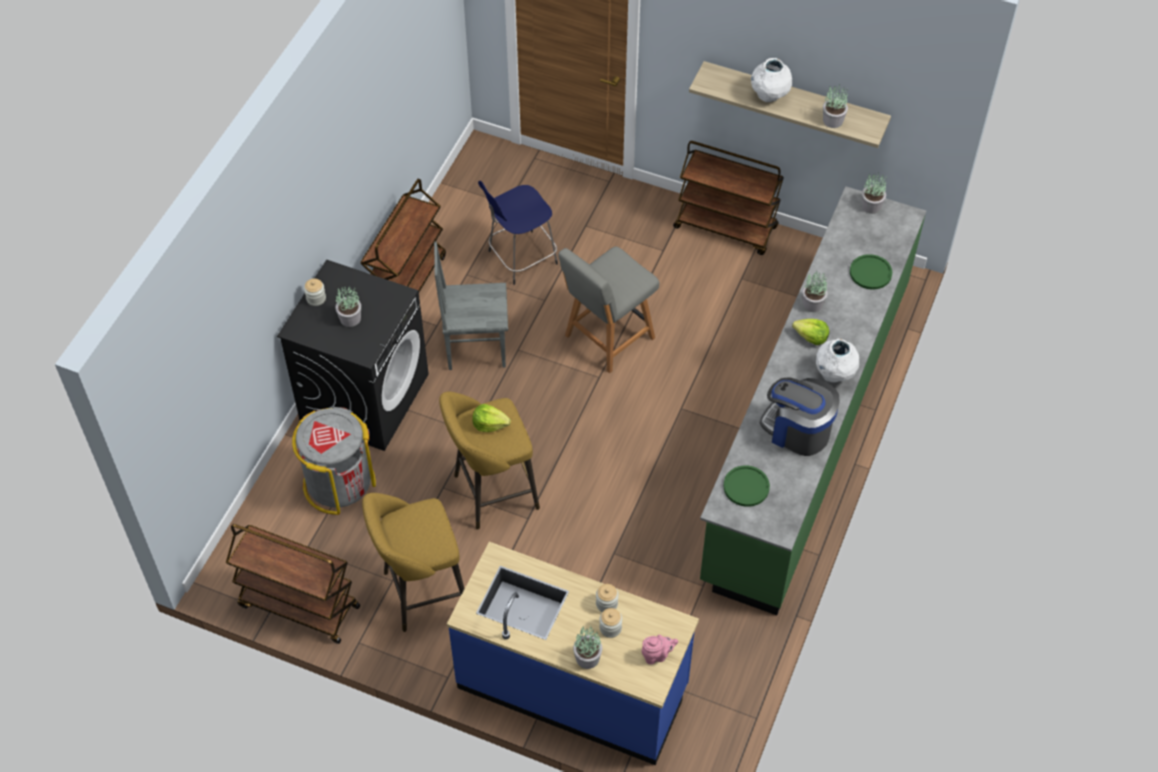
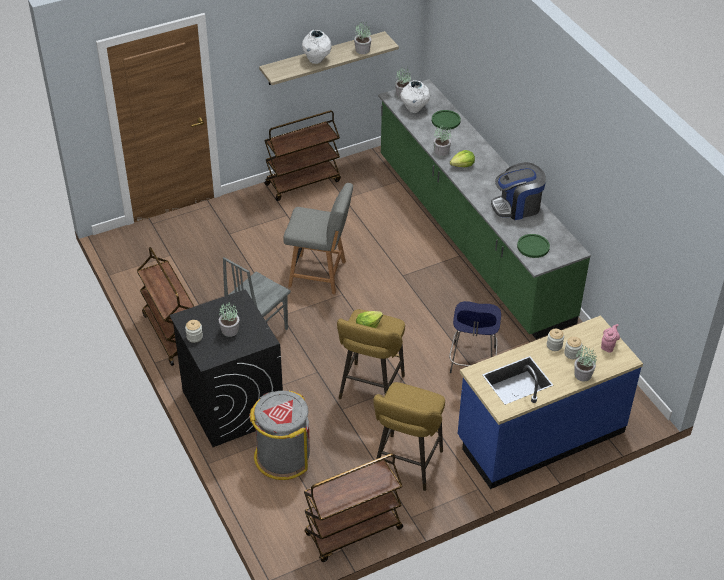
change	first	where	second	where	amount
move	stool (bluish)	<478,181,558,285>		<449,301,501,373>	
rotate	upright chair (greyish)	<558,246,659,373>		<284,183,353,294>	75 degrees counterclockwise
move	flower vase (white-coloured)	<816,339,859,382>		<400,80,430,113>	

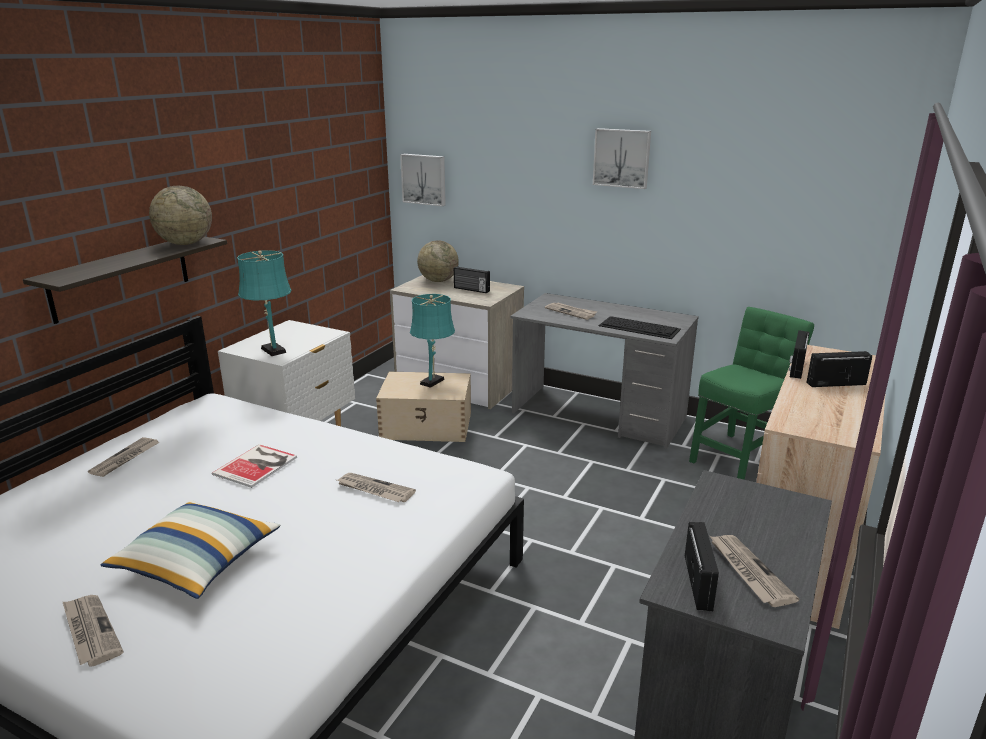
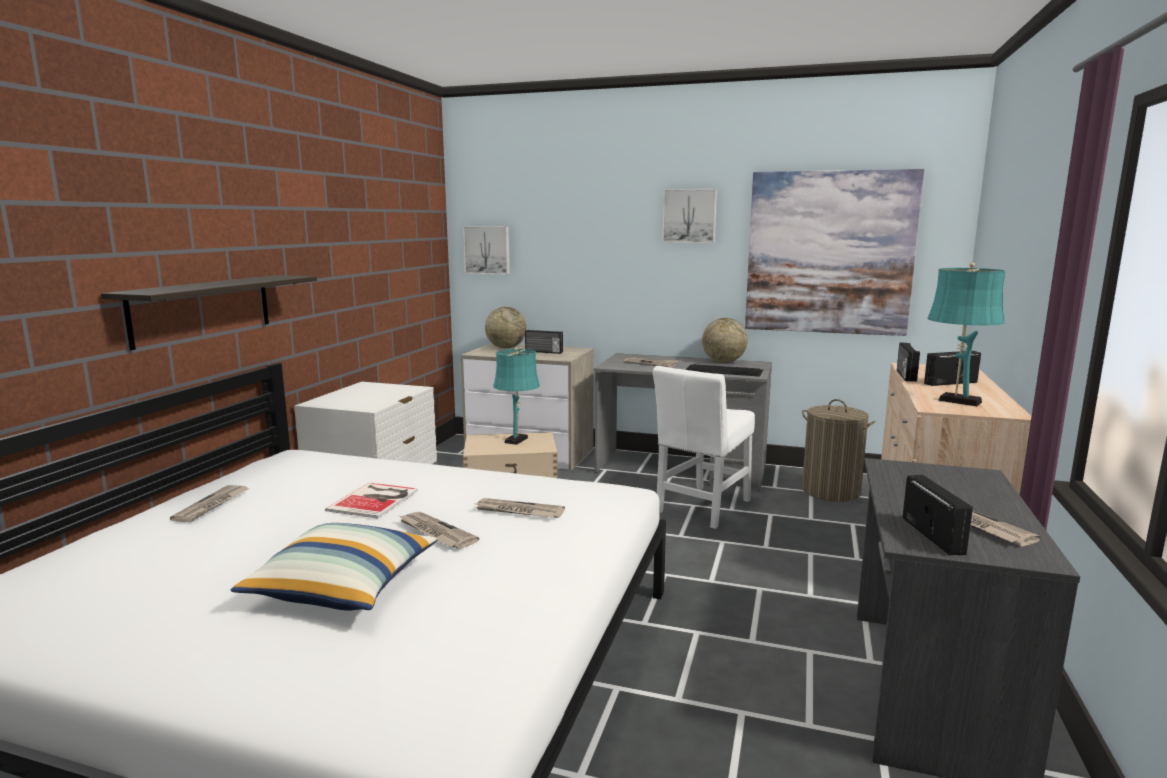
change	first	where	second	where	amount
move	desk globe	<149,186,212,245>		<702,318,748,363>	
move	table lamp (blue-green)	<237,250,292,356>		<927,262,1005,406>	
replace	upright chair (greenish)	<689,307,814,480>	washing basket	<802,399,876,502>	
move	printed paper	<63,595,123,667>		<399,512,479,549>	
insert			wall picture	<745,169,924,336>	
insert			upright chair (white-coloured)	<653,366,755,529>	

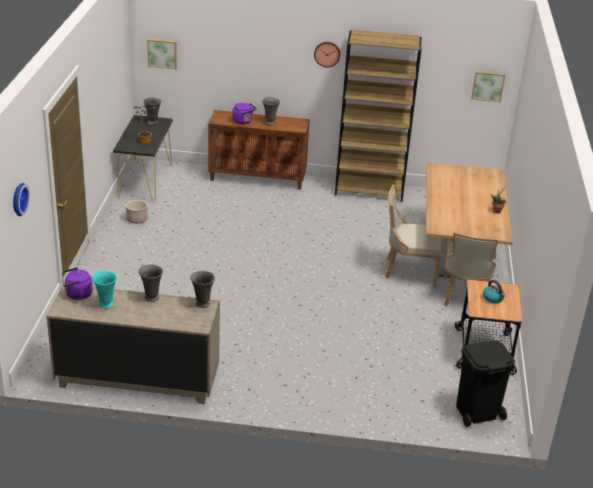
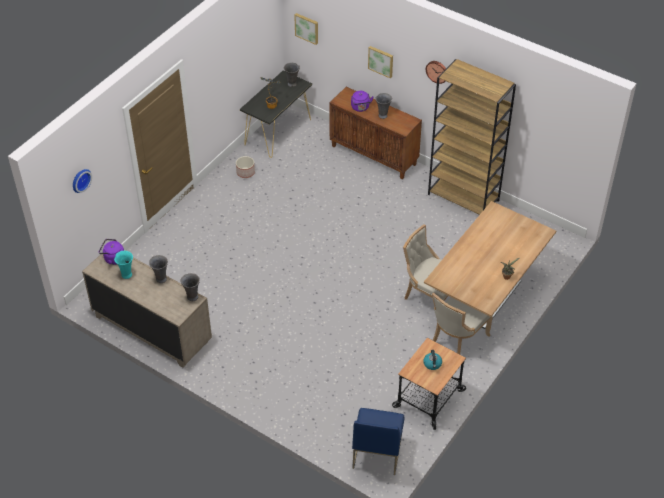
change	first	where	second	where	amount
move	wall picture	<471,71,505,102>		<368,46,393,78>	
replace	waste bin (black-coloured)	<456,340,515,427>	upright chair (bluish)	<352,408,405,475>	

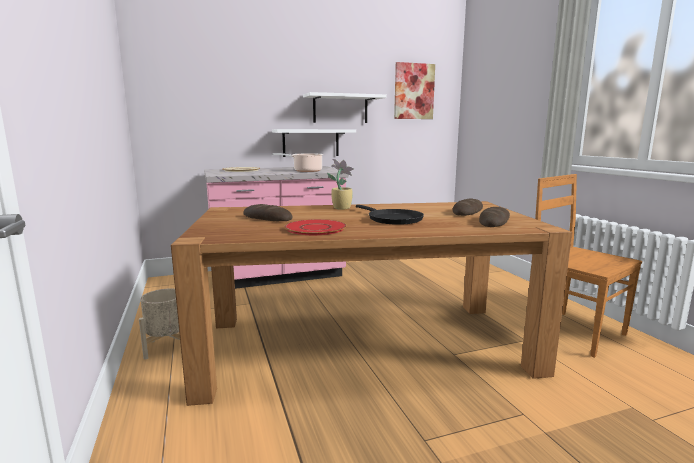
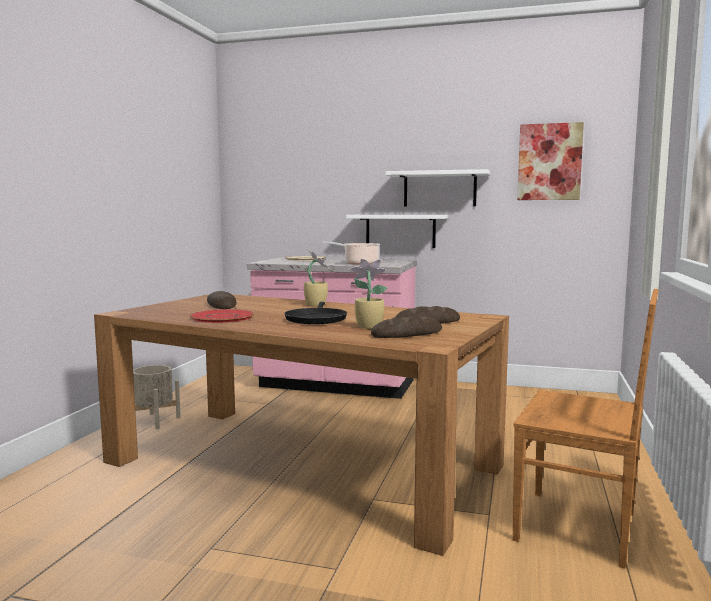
change	first	where	second	where	amount
rotate	upright chair (brown-coloured)	<535,174,642,358>		<513,289,658,568>	120 degrees clockwise
insert			houseplant	<349,259,388,329>	

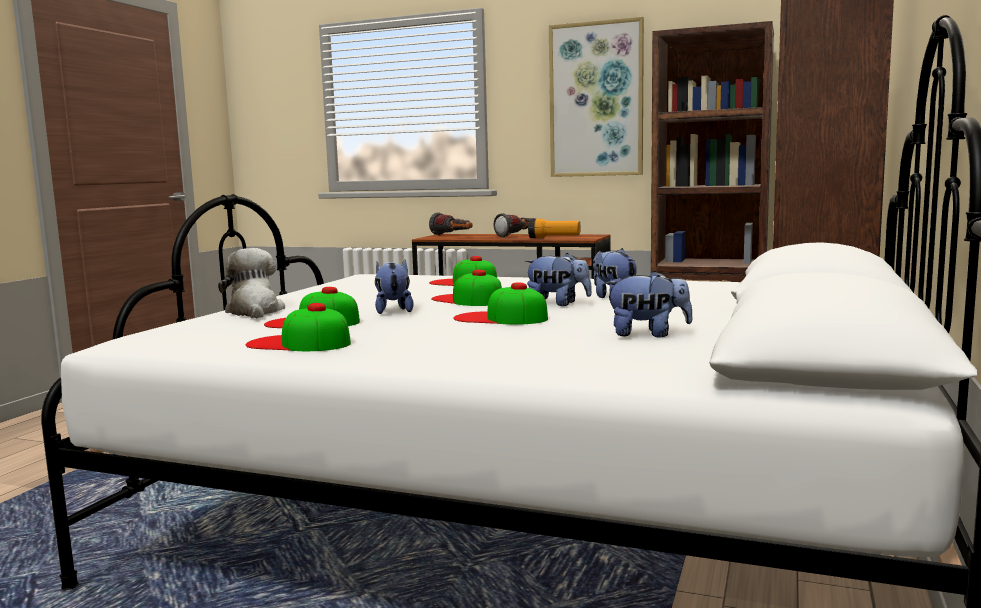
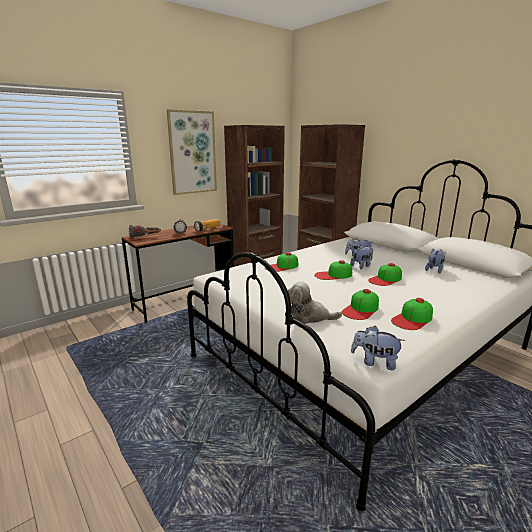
change	first	where	second	where	amount
move	soft toy	<375,260,413,314>		<351,326,405,370>	

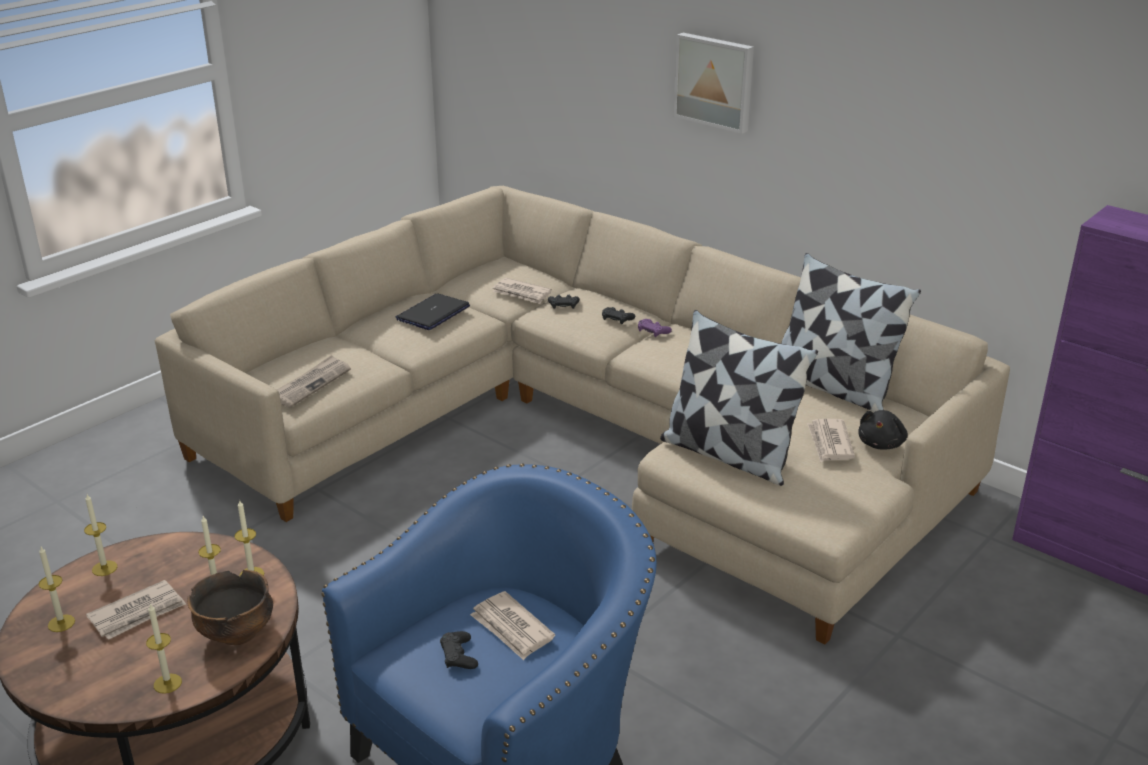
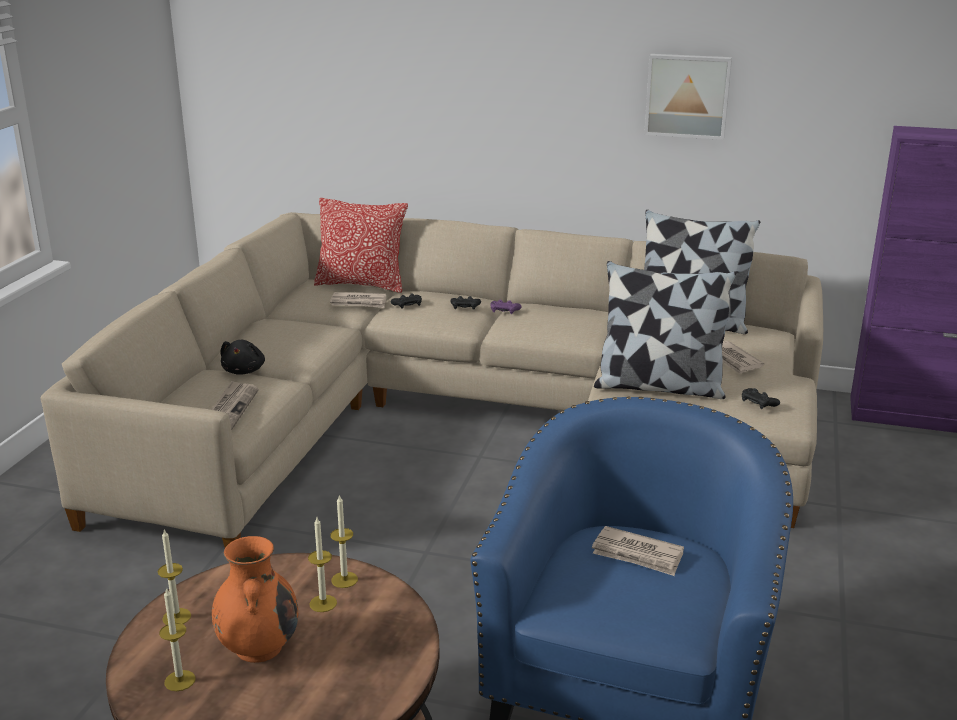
change	first	where	second	where	amount
move	wall picture	<673,33,754,134>		<644,54,732,140>	
delete	notebook computer	<396,293,470,330>			
move	soft toy (black-coloured)	<859,410,908,450>		<220,340,265,375>	
delete	deep dish	<187,570,273,645>			
replace	printed paper	<86,580,186,640>	flower vase (orange-coloured)	<212,536,298,663>	
delete	candle	<146,604,182,694>			
move	game controller (black-coloured)	<440,631,478,669>		<742,388,780,409>	
insert			pillow	<314,198,408,293>	

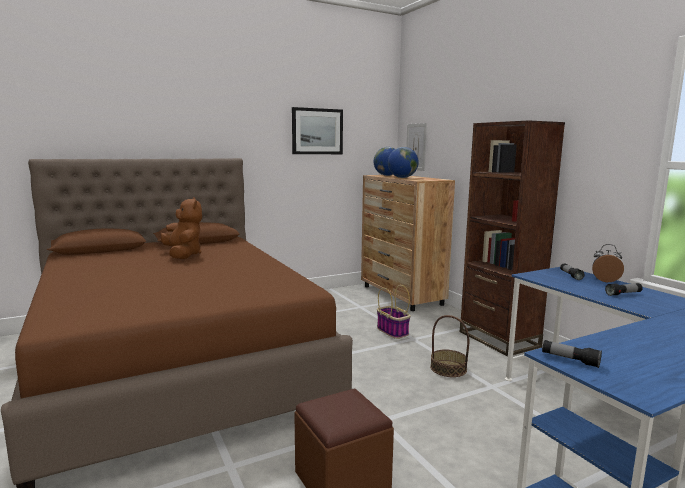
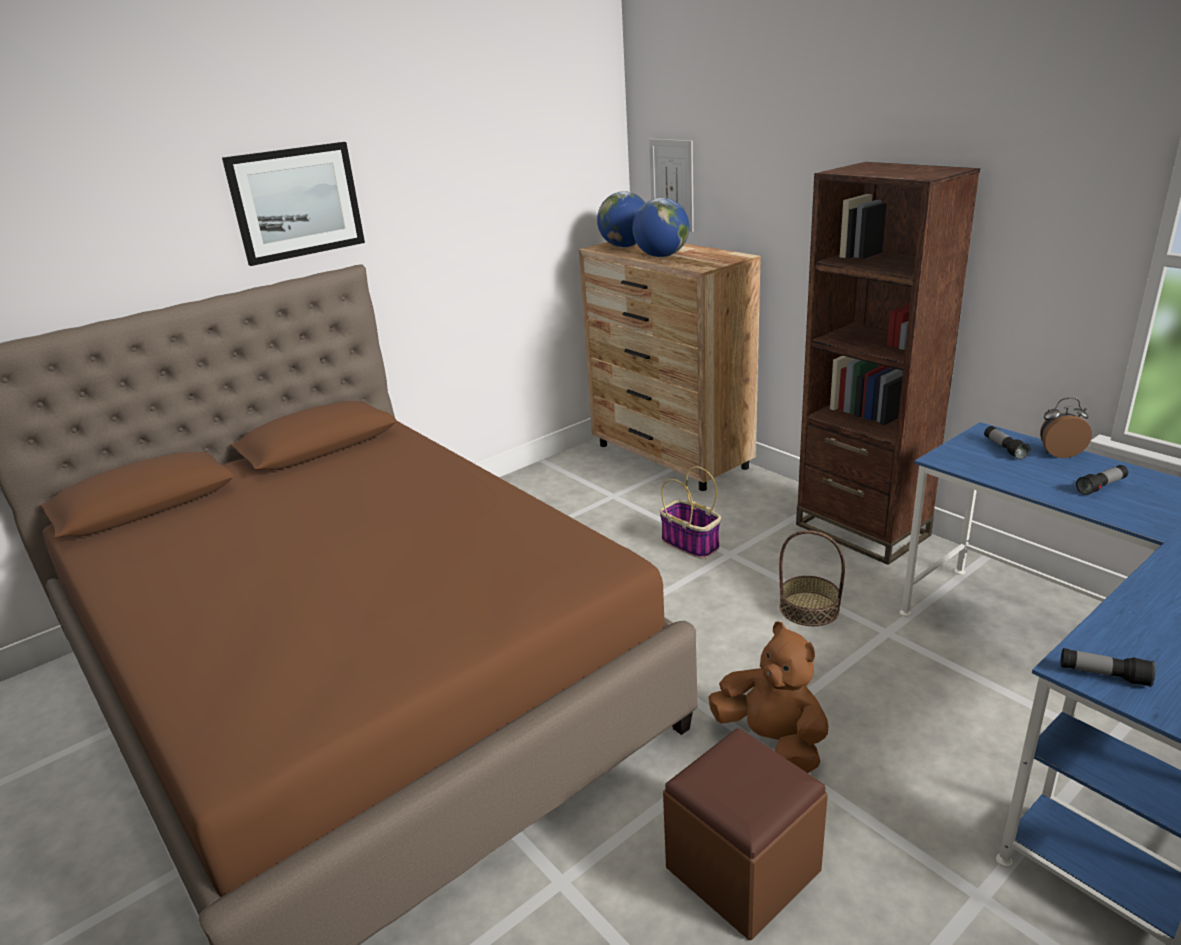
change	first	where	second	where	amount
move	wall picture	<292,107,343,154>		<222,142,365,266>	
move	soft toy (brown-coloured)	<160,197,202,259>		<708,622,828,773>	

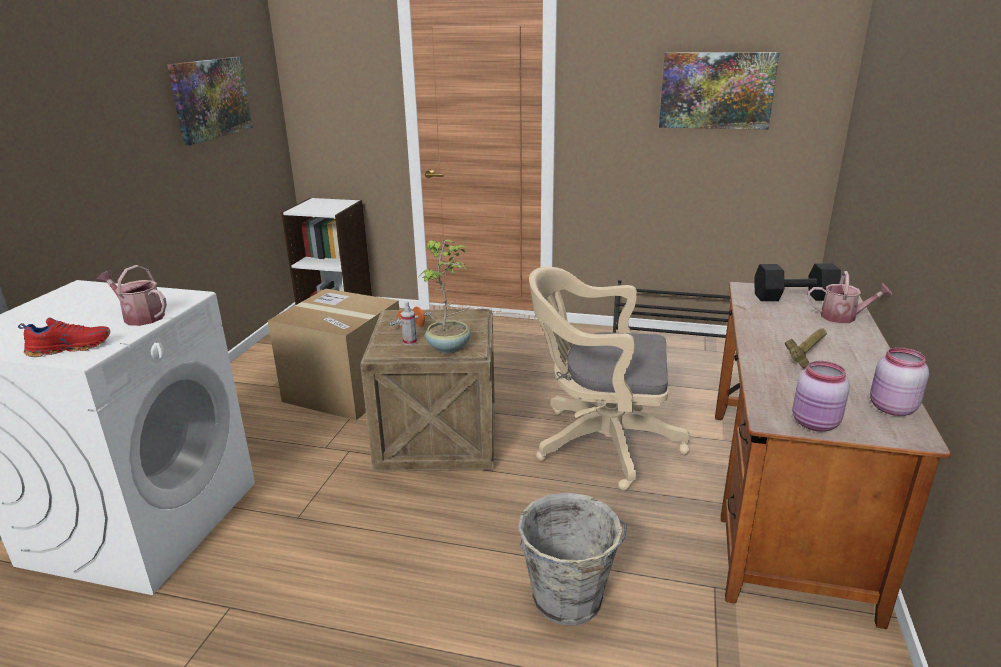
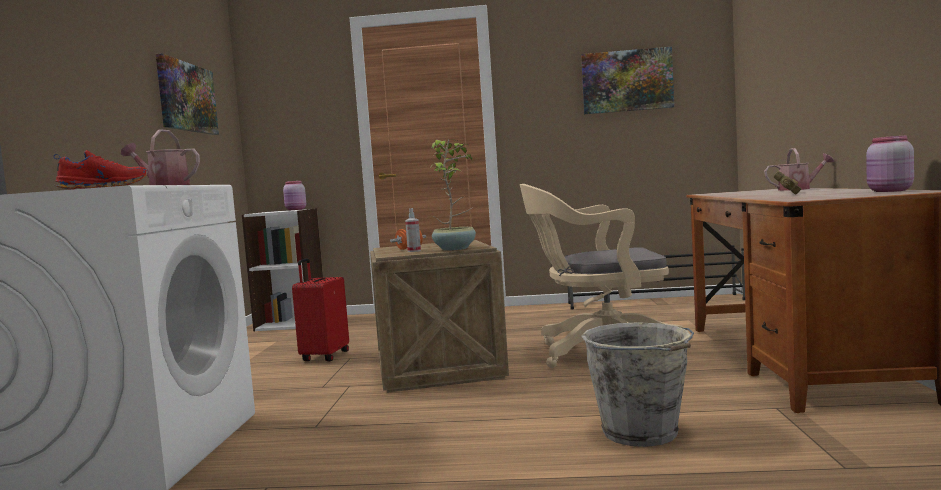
change	first	where	second	where	amount
delete	dumbbell (black-coloured)	<754,263,841,301>			
replace	carton	<268,289,399,420>	suitcase (red)	<292,258,349,361>	
move	preserve jar (pink-coloured)	<792,361,850,432>		<283,181,306,210>	

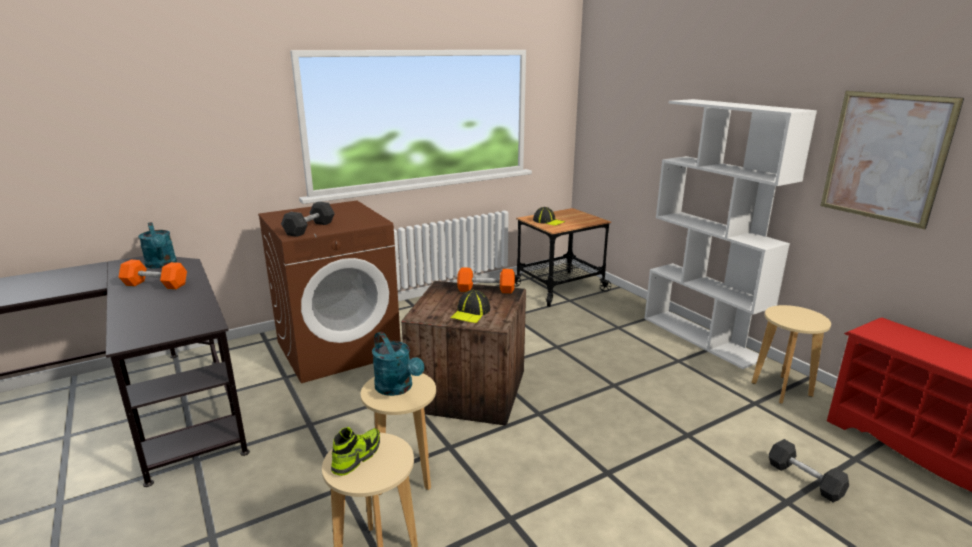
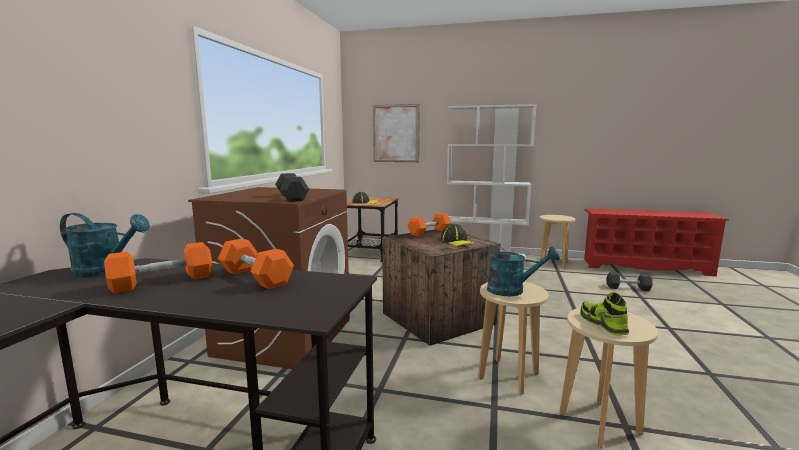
change	first	where	second	where	amount
move	wall picture	<820,91,964,229>		<373,104,420,162>	
insert			dumbbell (orange-coloured)	<218,238,294,289>	

